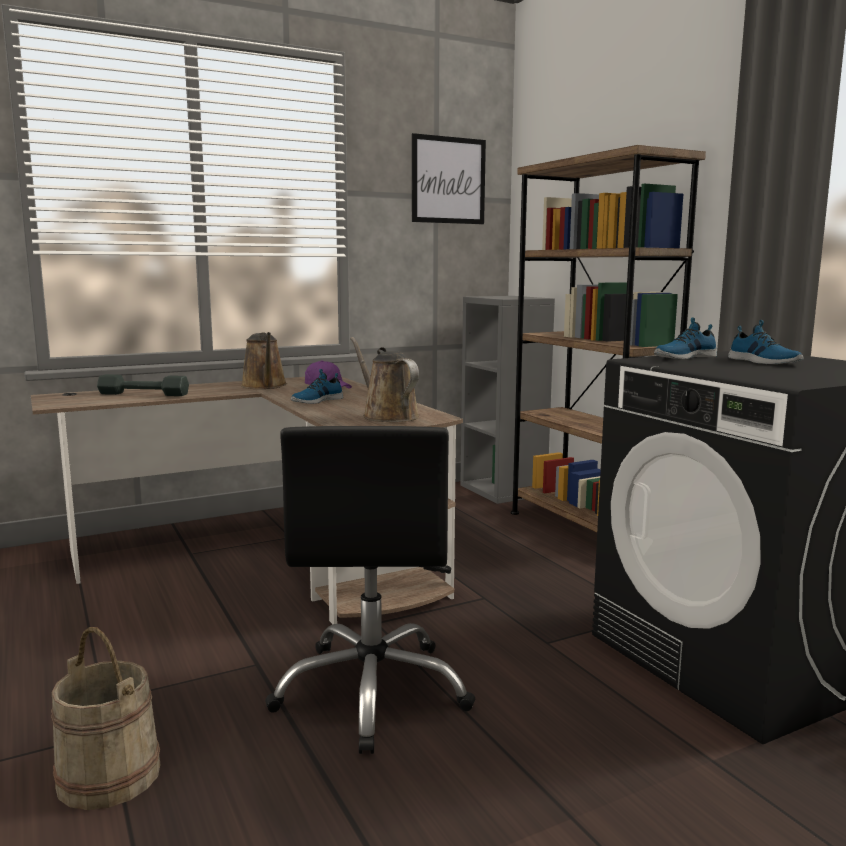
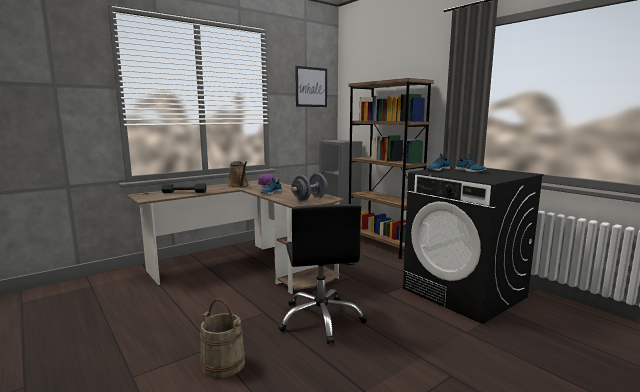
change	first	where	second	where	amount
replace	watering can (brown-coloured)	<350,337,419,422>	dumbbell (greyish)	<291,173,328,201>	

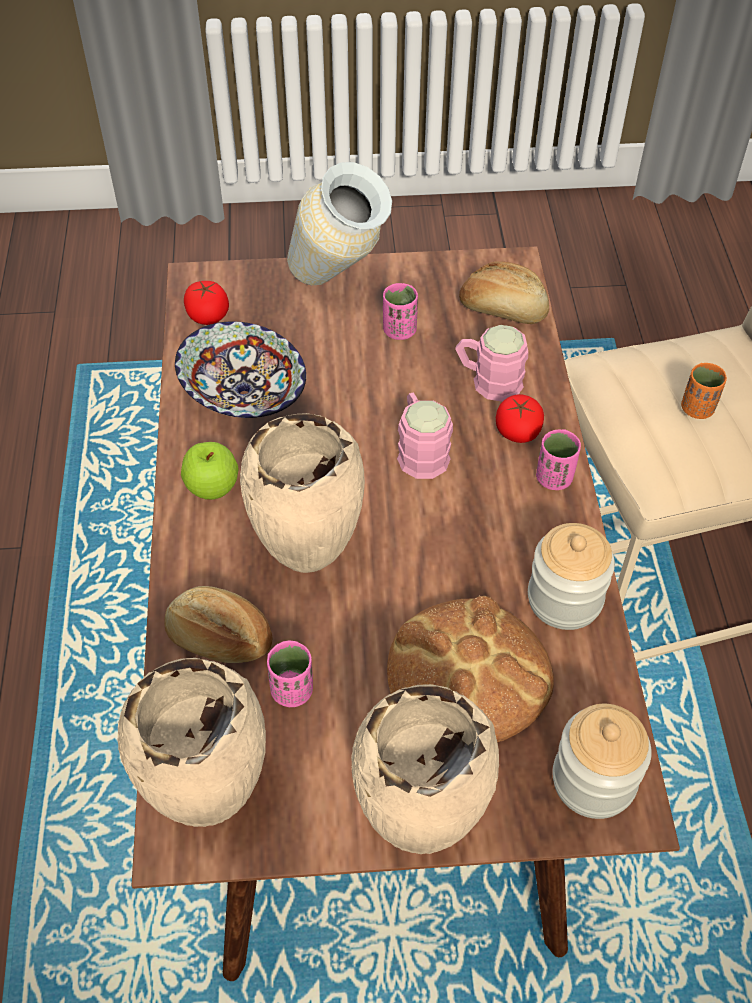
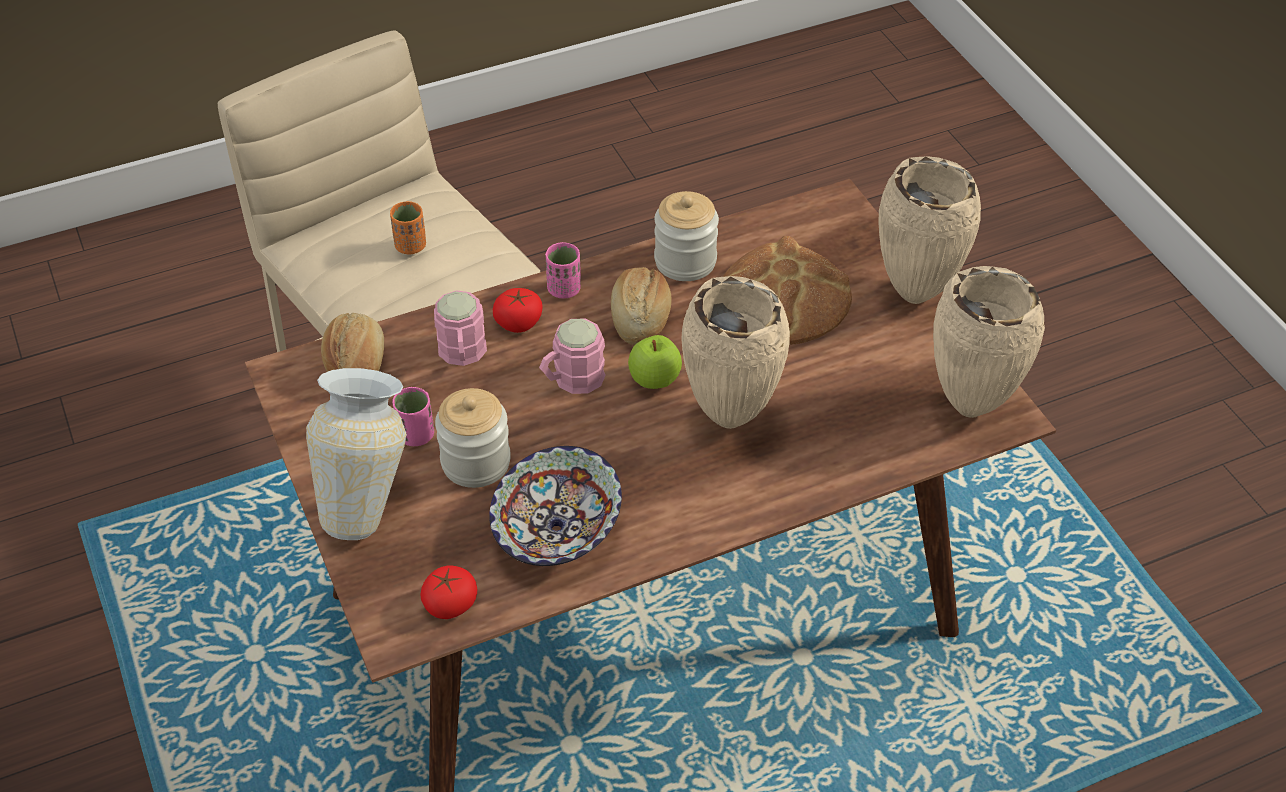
change	first	where	second	where	amount
move	apple	<181,442,239,500>		<628,335,682,389>	
move	bakery bread	<164,586,272,663>		<611,267,672,346>	
delete	drinking cup (pink-coloured)	<267,641,313,707>			
move	preserve jar	<552,704,652,819>		<435,388,511,488>	

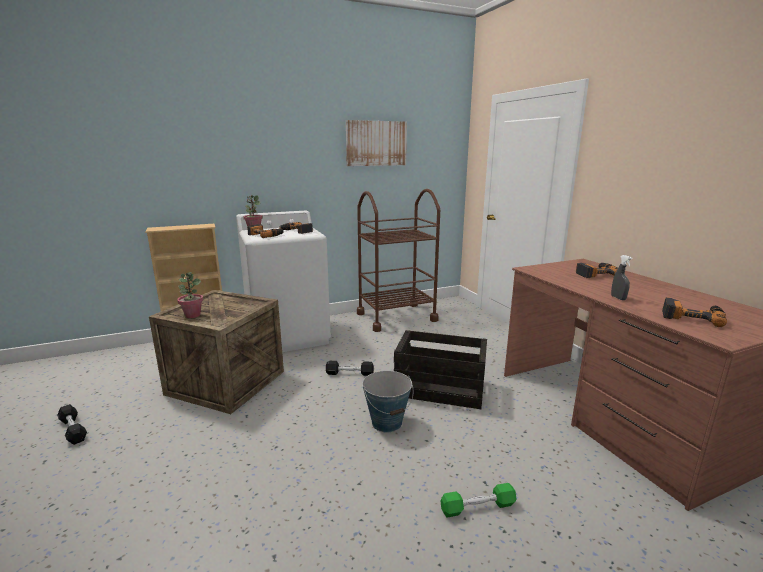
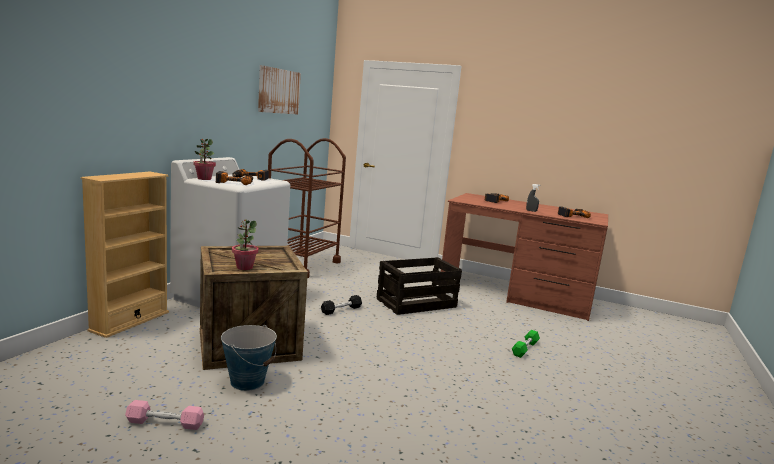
change	first	where	second	where	amount
move	bucket	<362,371,414,432>		<221,325,277,391>	
recolor	dumbbell (black-coloured)	<57,404,87,445>	dumbbell (pink-coloured)	<125,400,204,430>	

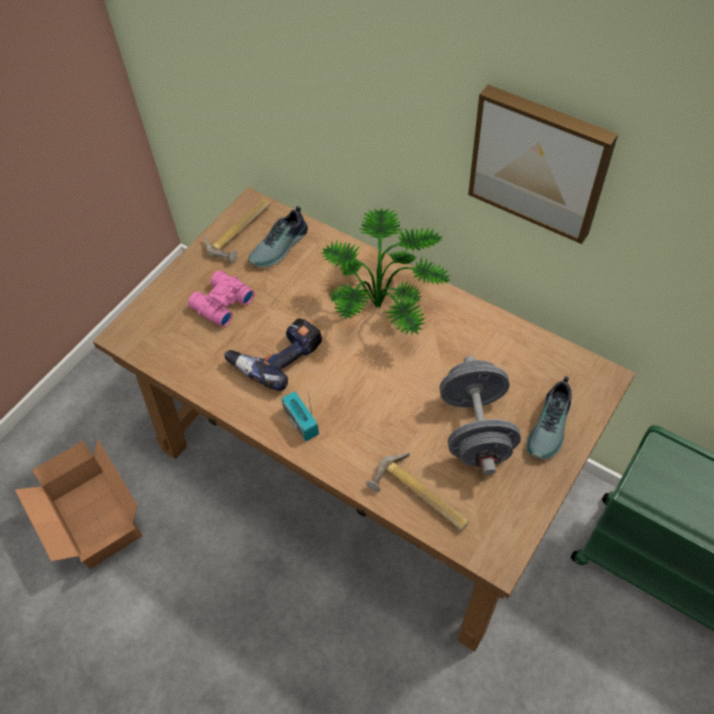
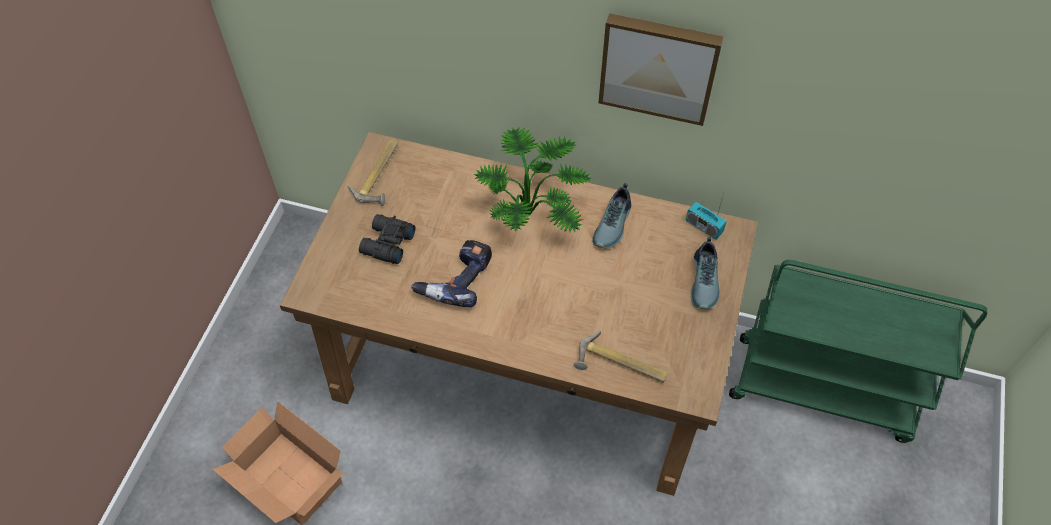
change	first	where	second	where	amount
move	item of footwear	<248,206,308,268>		<592,183,631,248>	
recolor	pair of binoculars (pink-coloured)	<188,271,254,327>	pair of binoculars (black-coloured)	<359,214,415,264>	
delete	dumbbell (greyish)	<440,356,521,475>			
move	radio receiver	<281,391,319,441>		<686,193,727,240>	

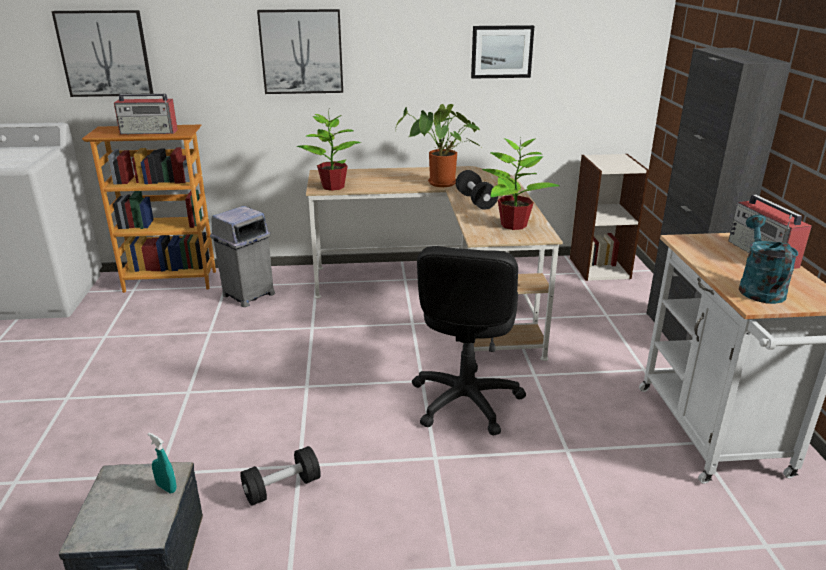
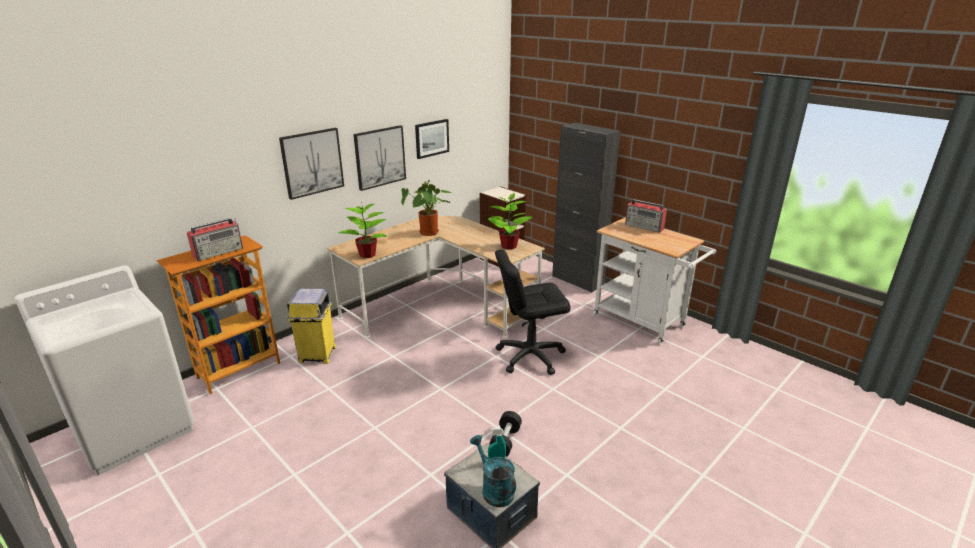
change	first	where	second	where	amount
move	wall picture	<51,10,154,97>		<353,125,406,191>	
delete	dumbbell (black-coloured)	<456,170,498,210>			
recolor	waste bin (greyish)	<210,206,275,307>	waste bin (yellow)	<287,288,336,364>	
move	watering can (blue-green)	<738,215,798,304>		<470,435,516,507>	
rotate	computer chair (black-coloured)	<412,246,526,436>		<495,250,571,375>	105 degrees clockwise

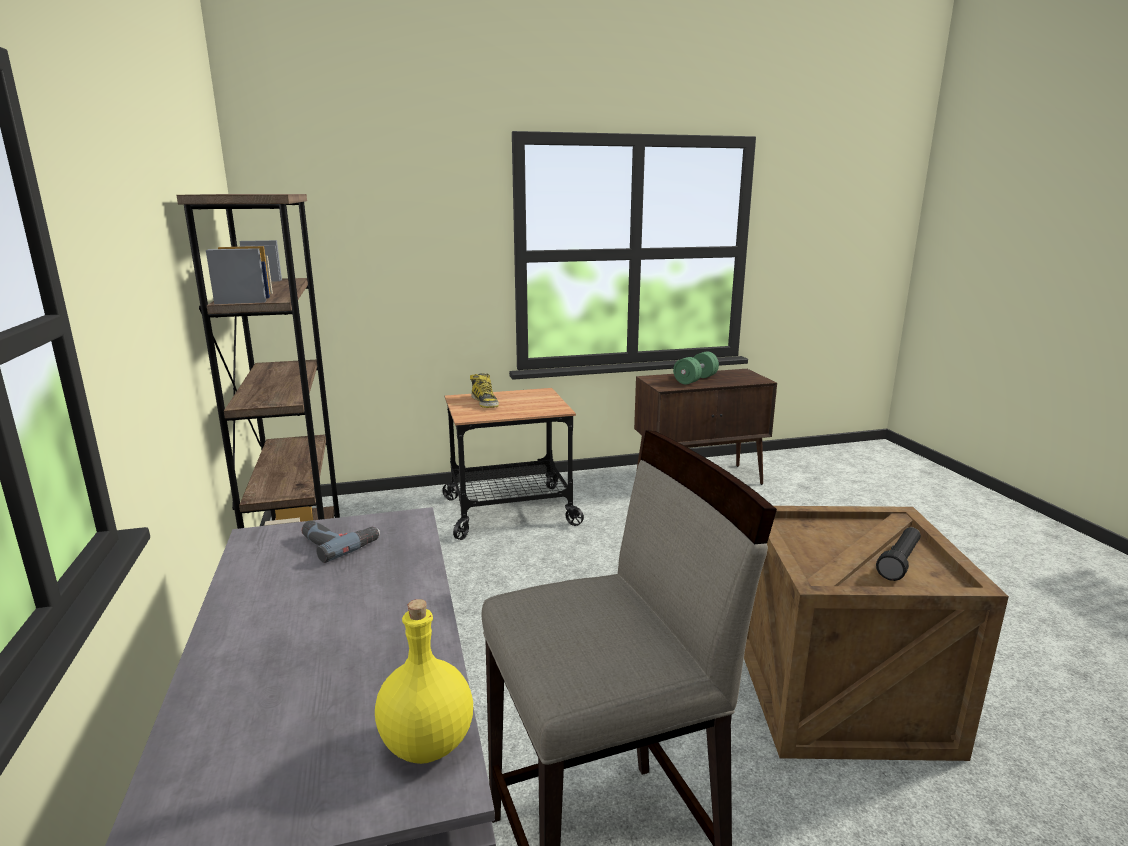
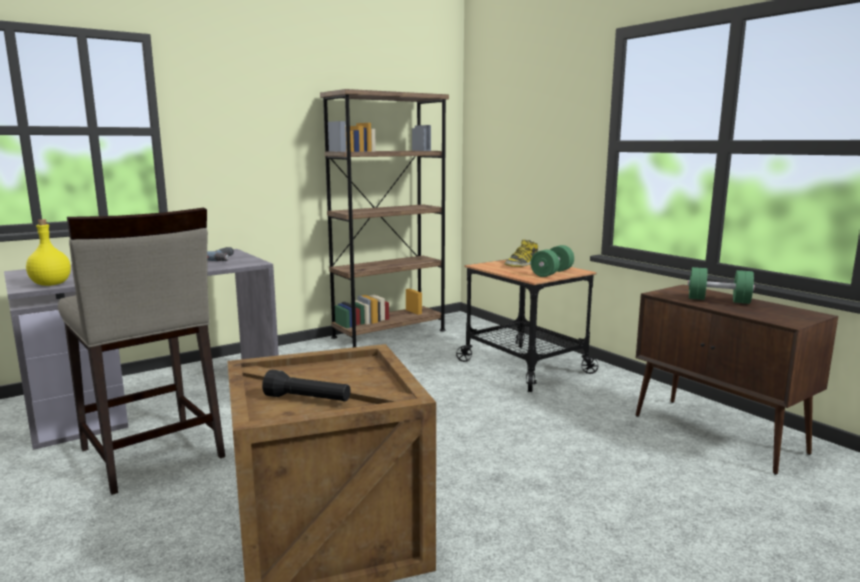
change	first	where	second	where	amount
insert			dumbbell (greenish)	<531,245,574,277>	

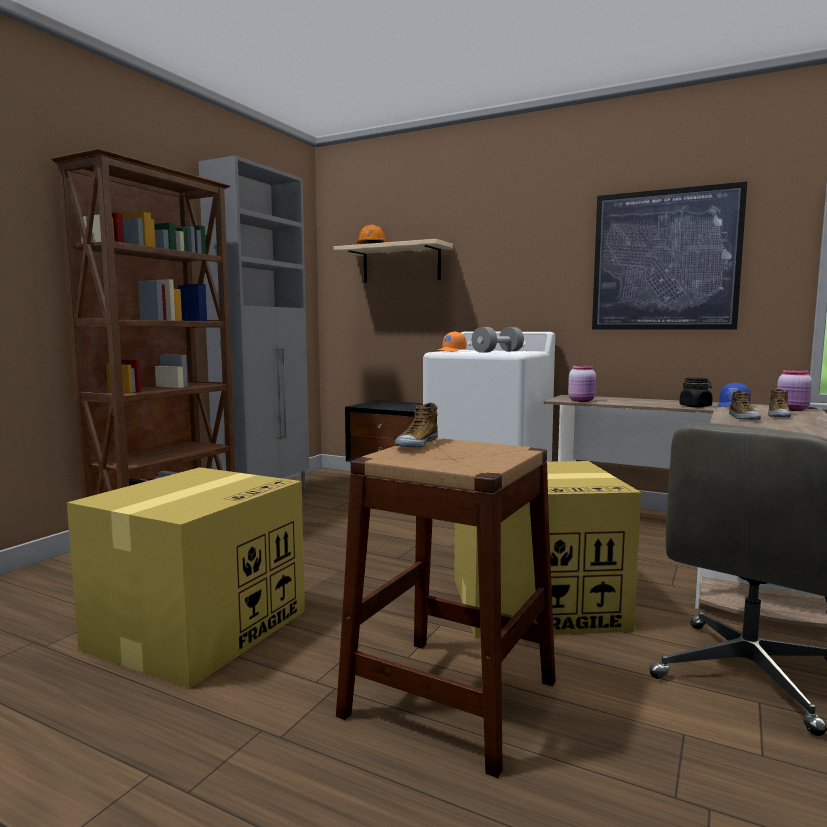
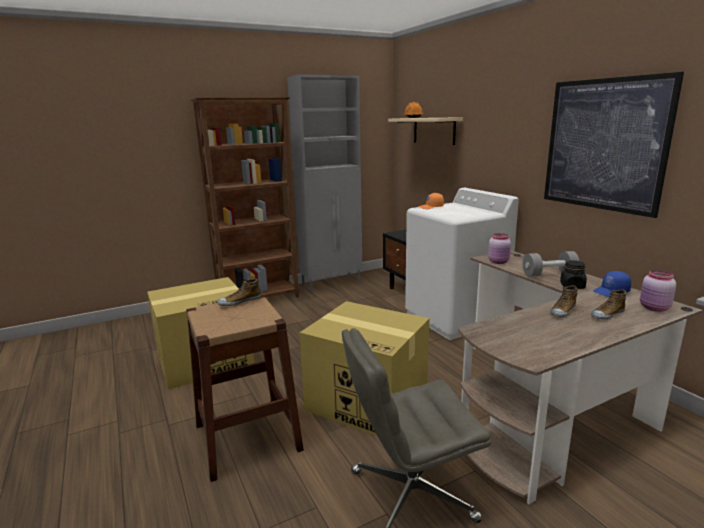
change	first	where	second	where	amount
move	dumbbell (greyish)	<472,327,524,353>		<523,251,579,277>	

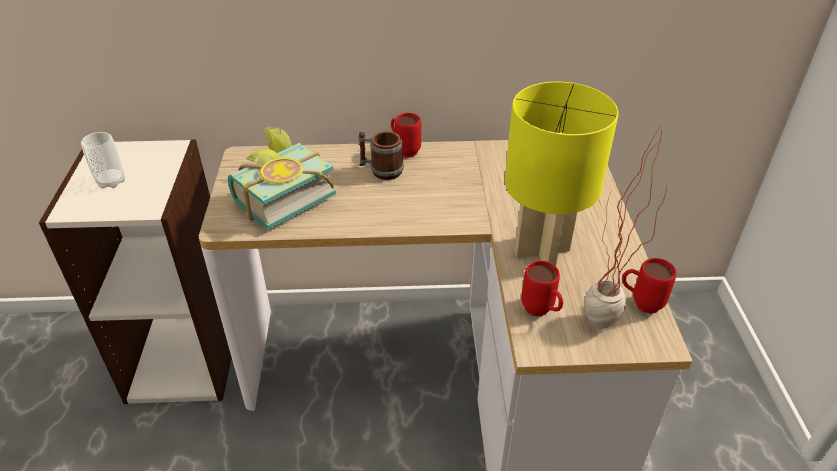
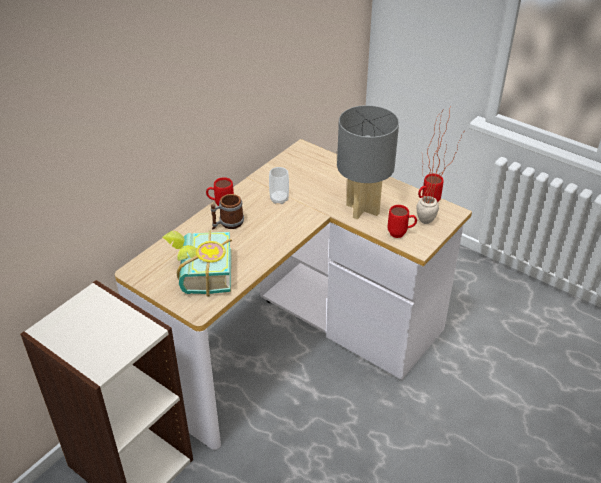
change	first	where	second	where	amount
recolor	table lamp (yellow)	<505,82,618,266>	table lamp (greyish)	<337,105,399,219>	
move	drinking cup	<81,132,125,188>		<269,167,289,204>	

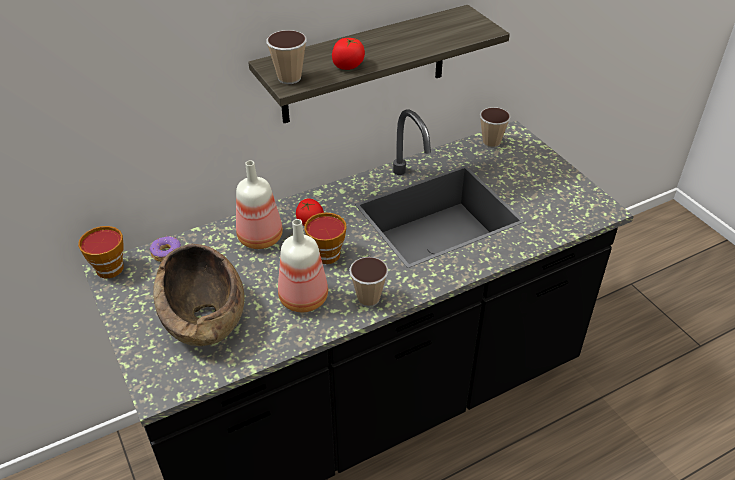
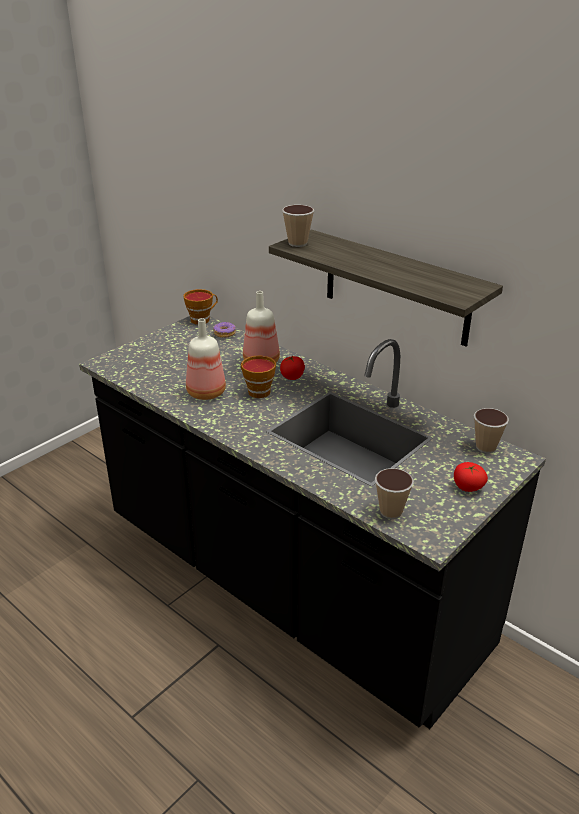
change	first	where	second	where	amount
move	fresh tomato	<332,38,365,70>		<454,462,488,492>	
delete	deep dish (brown-coloured)	<153,244,244,346>			
move	drinking cup	<349,257,388,307>		<375,468,414,519>	

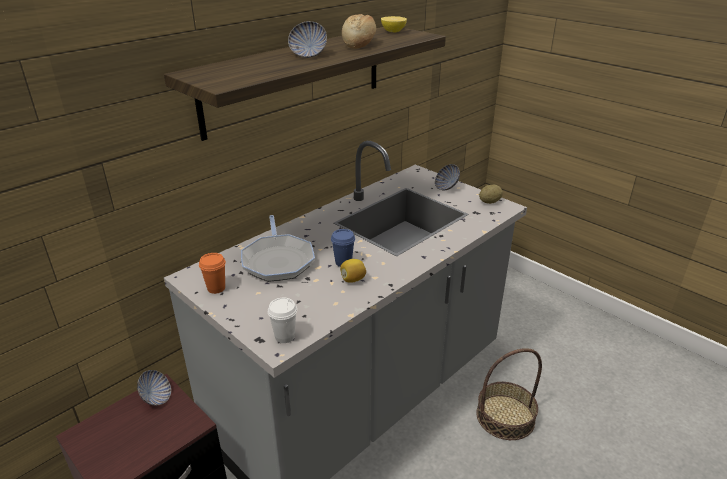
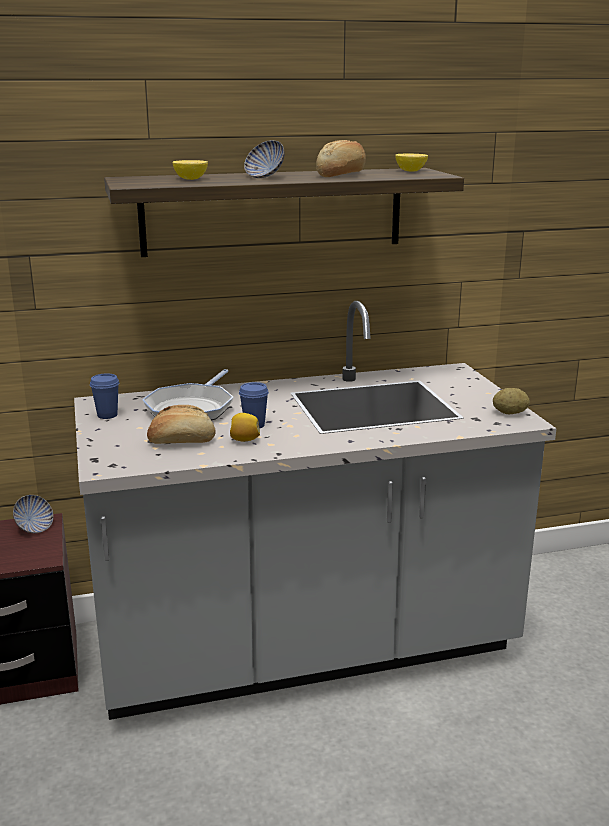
change	first	where	second	where	amount
delete	deep dish	<435,164,460,190>			
recolor	drinking cup (orange-coloured)	<199,253,226,294>	drinking cup (bluish)	<90,373,119,419>	
delete	drinking cup (white-coloured)	<268,298,297,343>			
delete	household basket	<476,348,542,440>			
insert			whole lemon	<173,160,208,180>	
insert			bakery bread	<147,405,216,444>	

